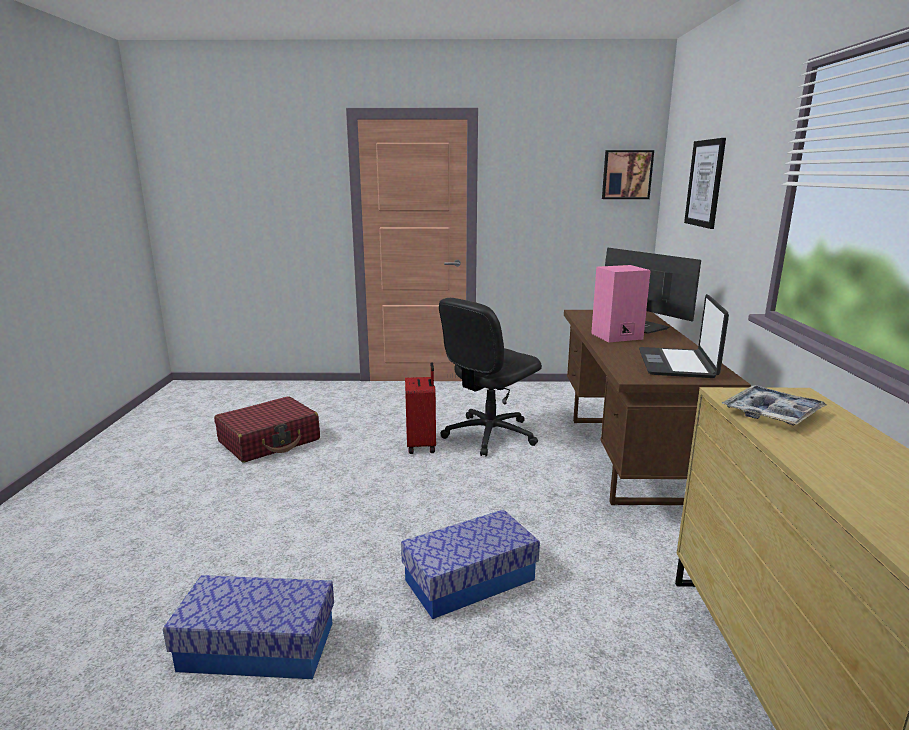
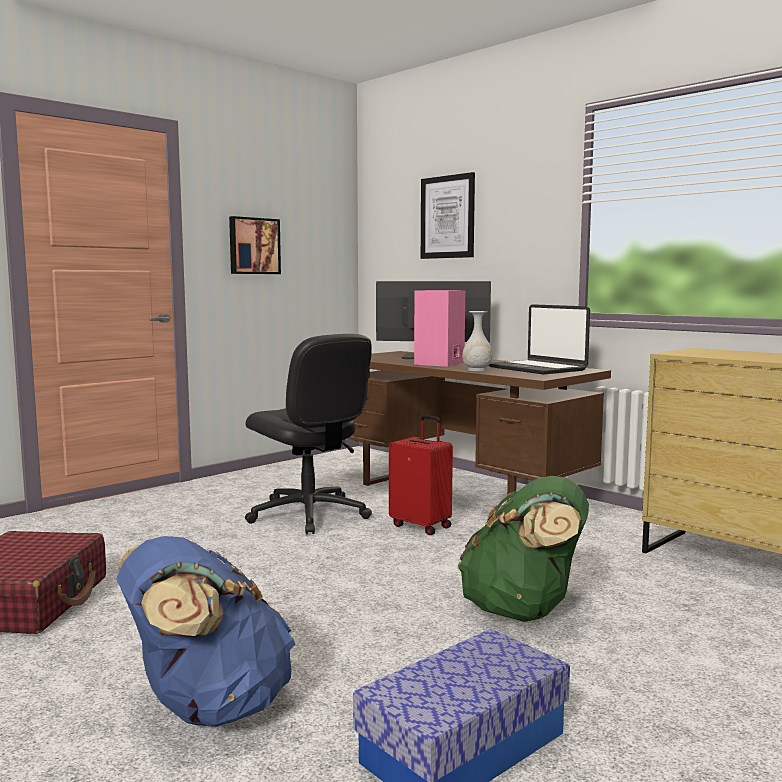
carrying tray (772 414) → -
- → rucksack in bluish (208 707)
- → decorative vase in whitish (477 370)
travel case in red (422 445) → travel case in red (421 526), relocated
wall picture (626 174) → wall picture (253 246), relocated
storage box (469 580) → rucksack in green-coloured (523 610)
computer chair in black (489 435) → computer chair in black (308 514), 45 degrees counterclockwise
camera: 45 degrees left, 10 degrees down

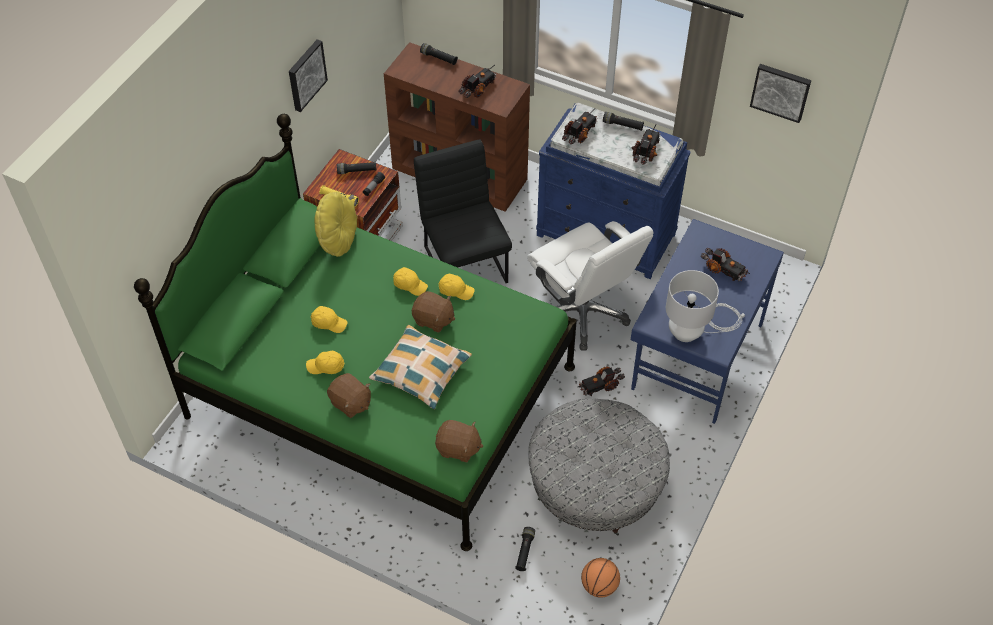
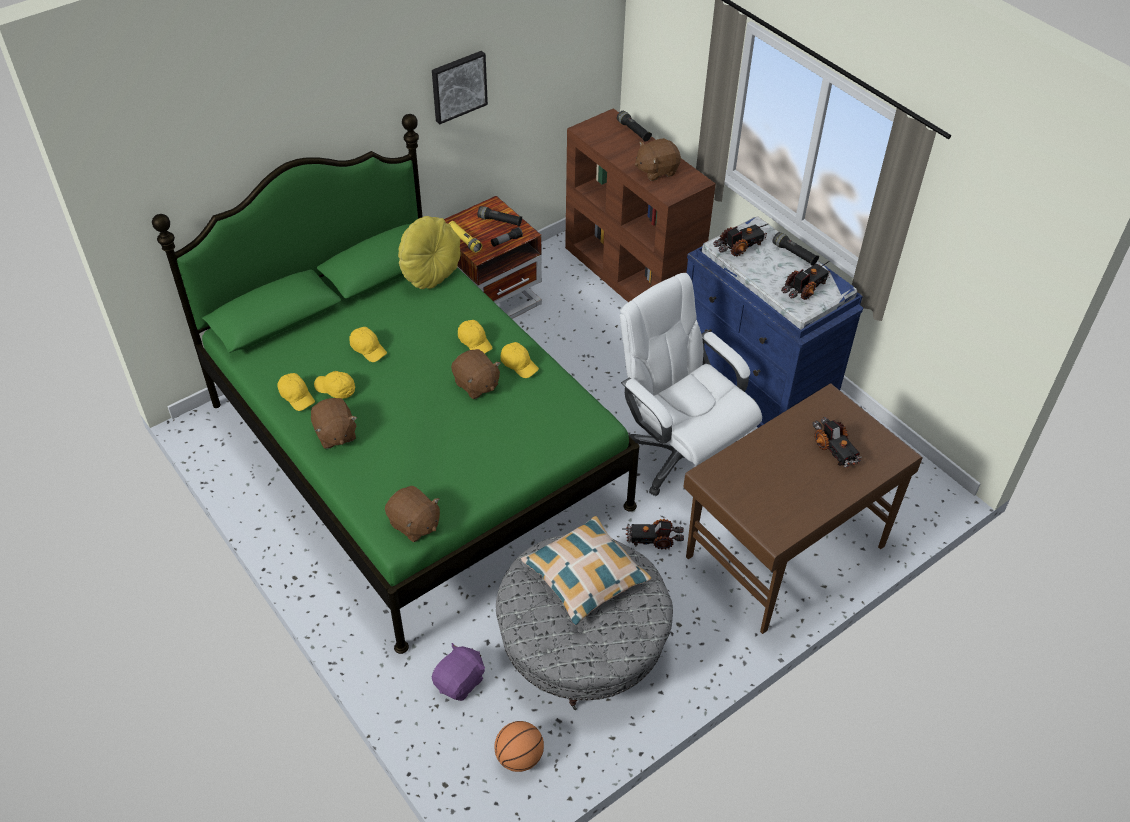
plain chair in black (465 261) → -
tabletop lamp in whitish (700 327) → -
wall picture (781 91) → -
- → peaked cap in yellowish (297 396)
pillow (421 372) → pillow (585 576), relocated
model truck (478 88) → soft toy in brown-coloured (656 170)
torch in black (524 551) → soft toy in purplish (460 682)
desk table in bluish (696 356) → desk table in brown-coloured (783 551)
computer chair in whitish (583 312) → computer chair in whitish (680 456), 150 degrees clockwise
camera: 25 degrees right, 5 degrees down

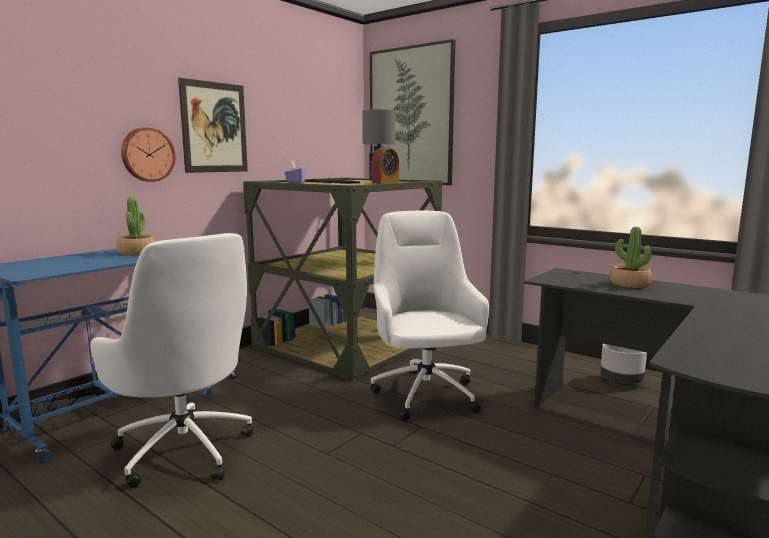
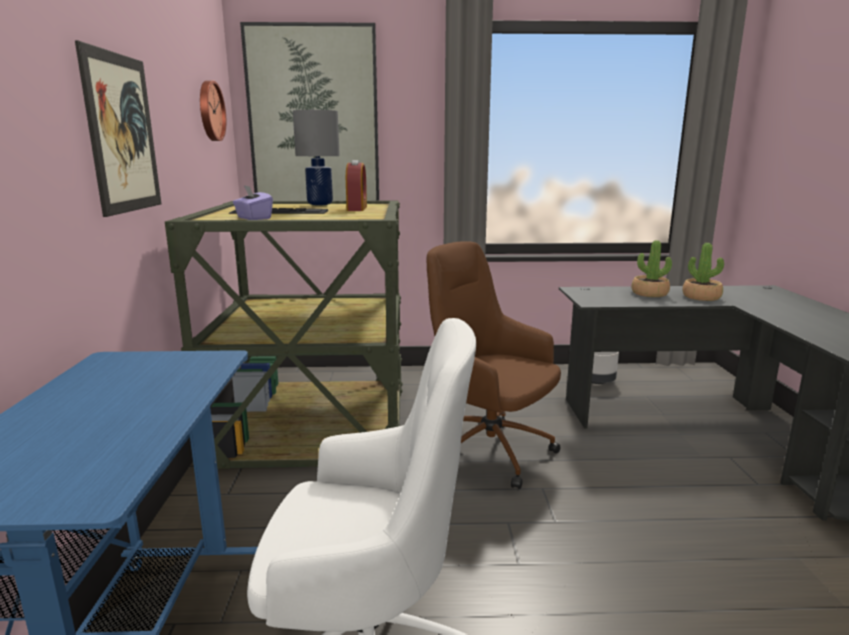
plant in a pot (137 252) → plant in a pot (701 297), relocated
wall clock (147 154) → wall clock (210 111), relocated
computer chair in whitish (425 394) → computer chair in brown-coloured (489 451)
camera: 40 degrees left, 5 degrees up

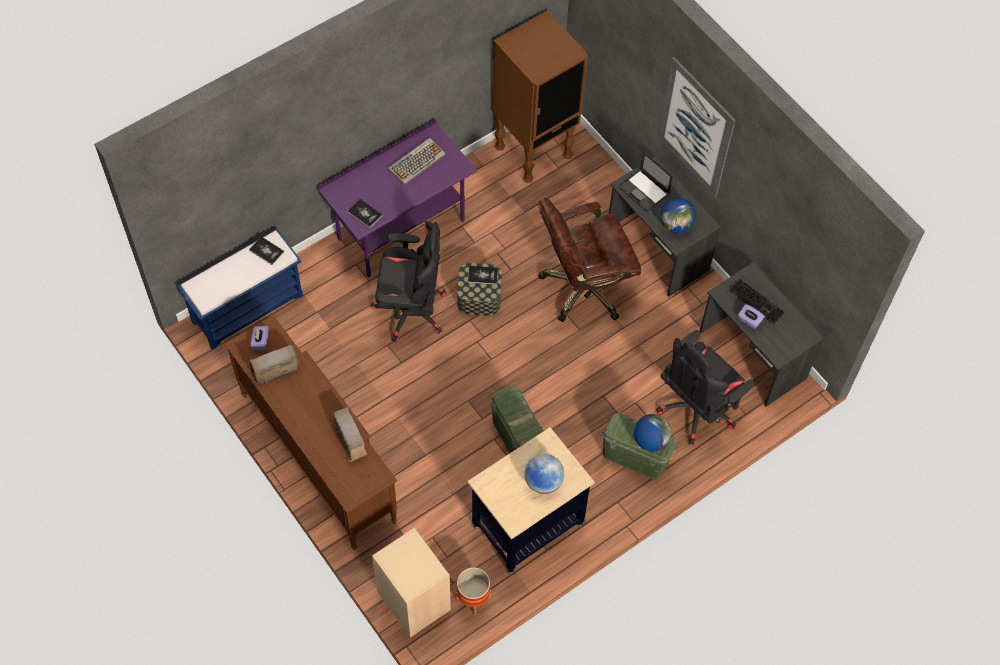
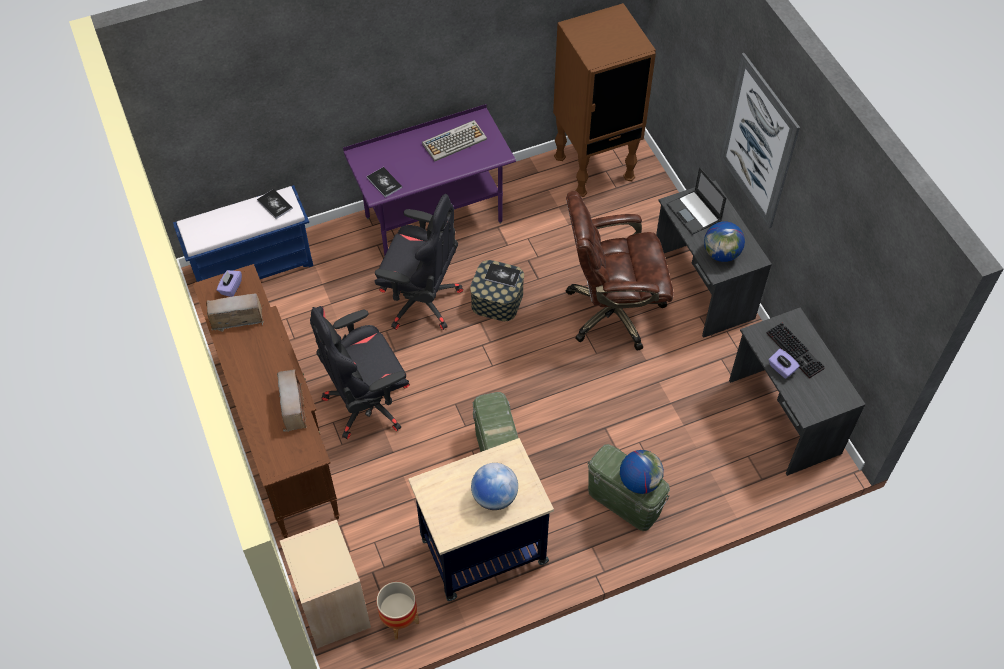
computer chair in black (697 408) → computer chair in black (368 402), relocated
camera: 15 degrees right, 5 degrees down

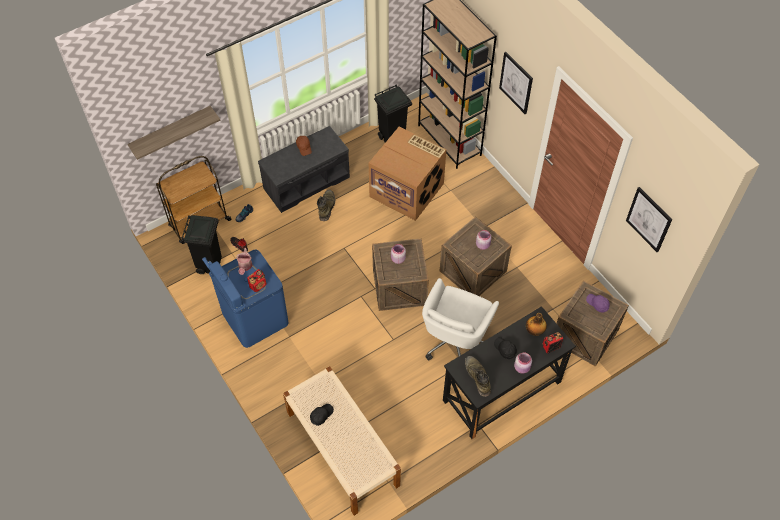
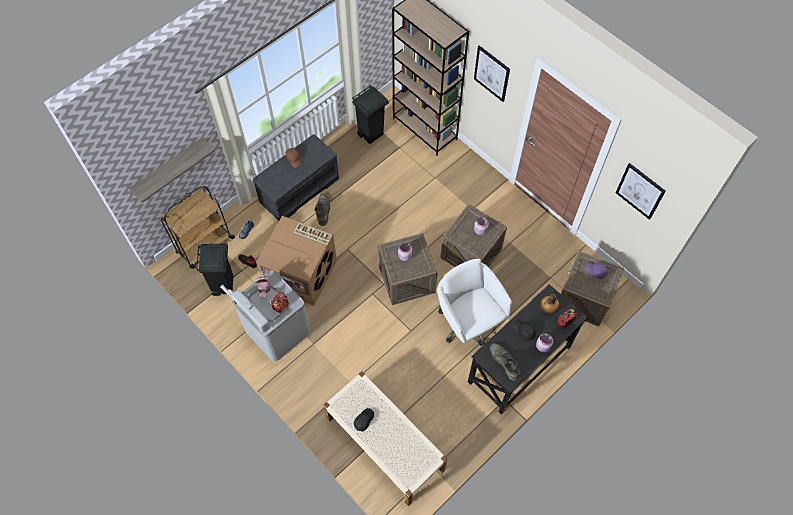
cardboard box (408 190) → cardboard box (302 273), relocated
laundry appliance in bluish (254 318) → laundry appliance in greyish (276 331)
computer chair in whitish (455 342) → computer chair in whitish (468 324), 135 degrees clockwise
camera: 10 degrees left, 5 degrees up

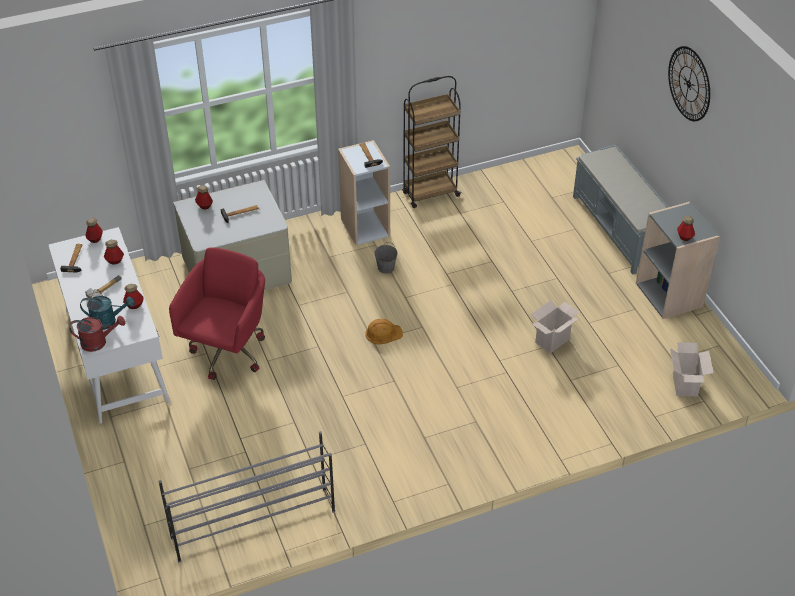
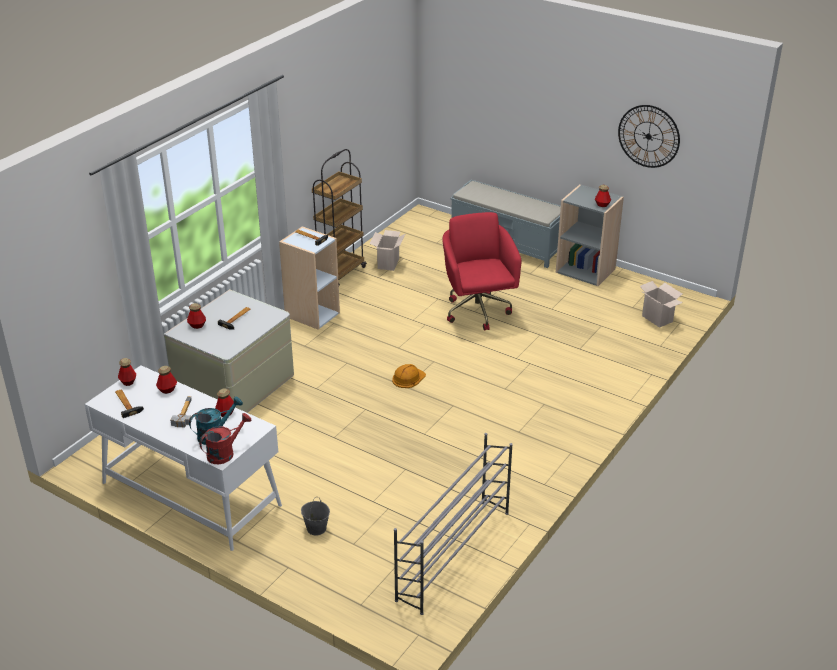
computer chair in red (227 356) → computer chair in red (478 314), relocated
bucket in greyish (385 267) → bucket in greyish (316 528), relocated
cardboard box (552 340) → cardboard box (387 263), relocated
wall clock (689 83) → wall clock (648 136), relocated
camera: 35 degrees left, 10 degrees down

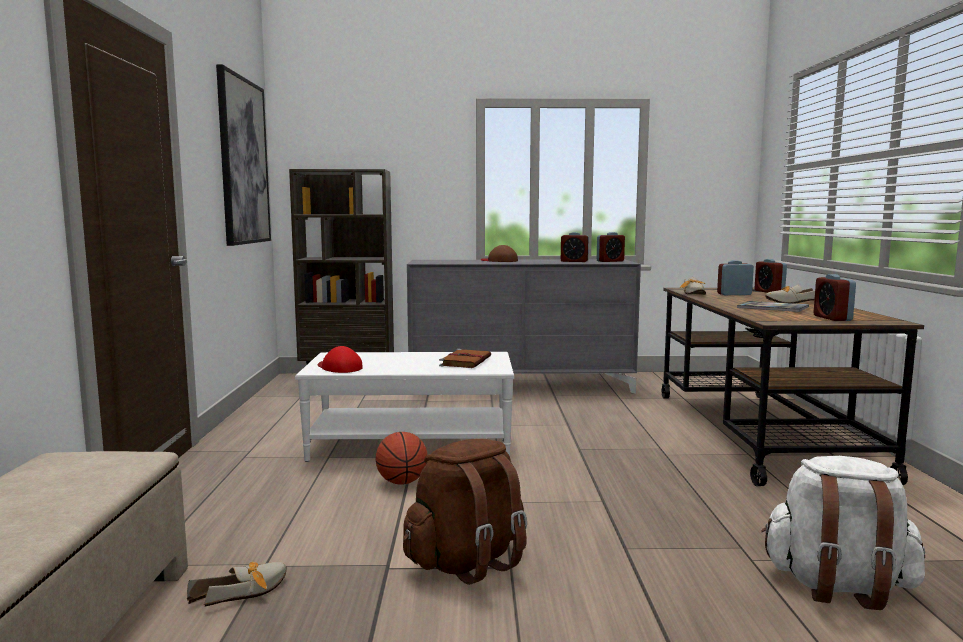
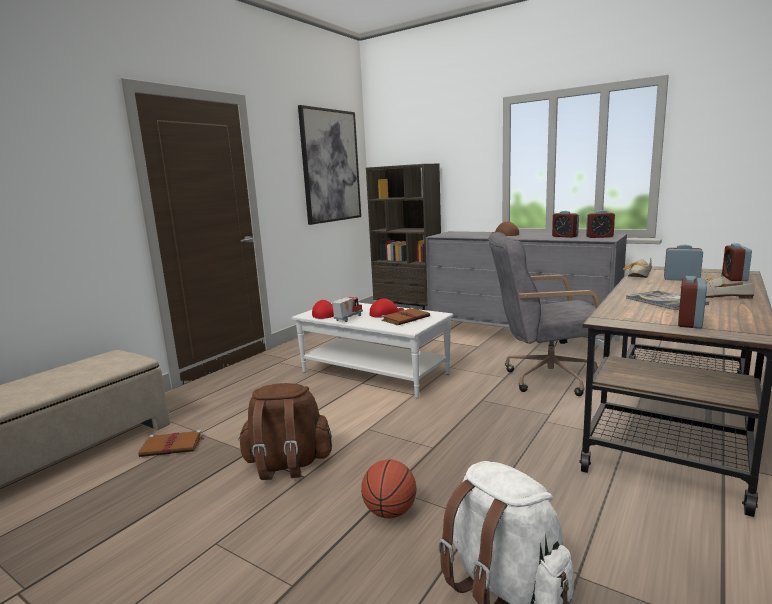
- → model truck (347 318)
- → peaked cap in red (386 313)
- → computer chair in greyish (544 379)
basketball ball (402 482) → basketball ball (390 512), relocated
low shoe (247 592) → bound book in brown-coloured (173 446)
camera: 35 degrees right, 5 degrees up

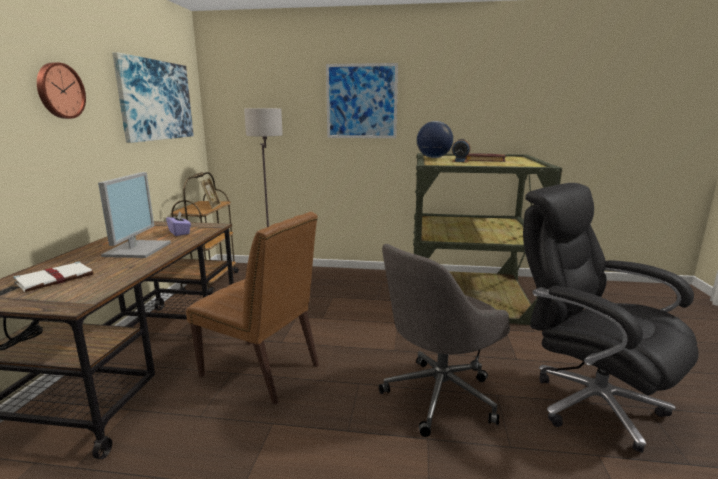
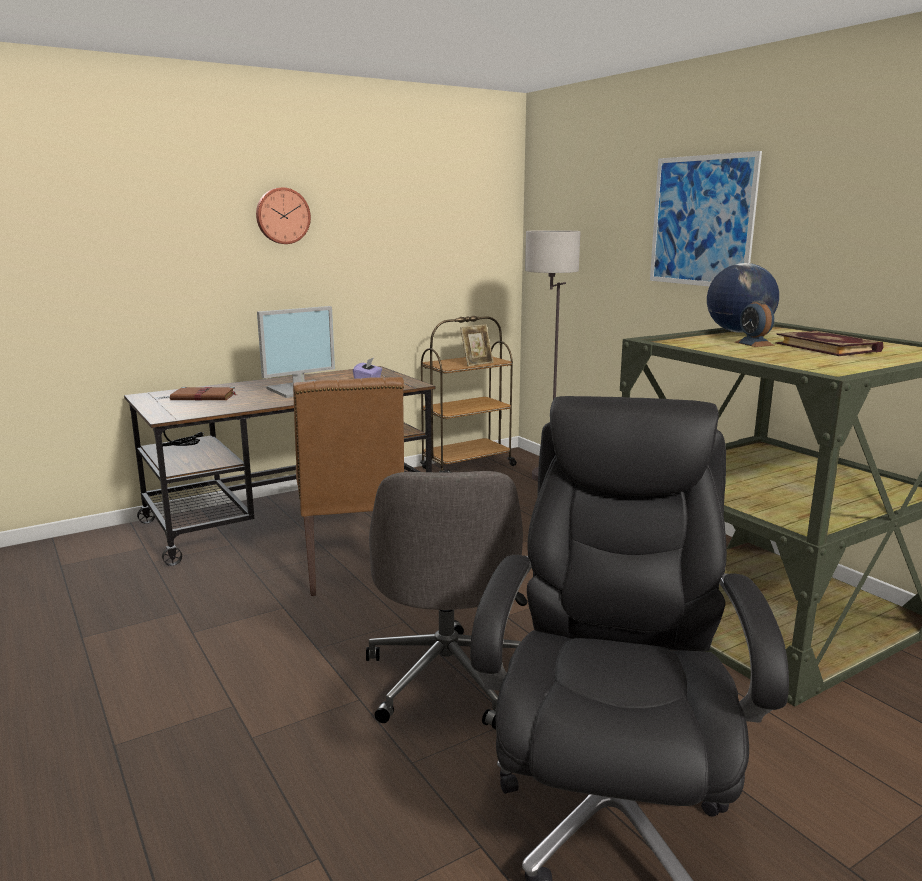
wall picture (156 100) → -
bound book in whitish (56 279) → bound book in brown-coloured (204 397)
computer chair in greyish (439 397) → computer chair in greyish (447 680), 105 degrees counterclockwise
camera: 50 degrees right, 0 degrees up

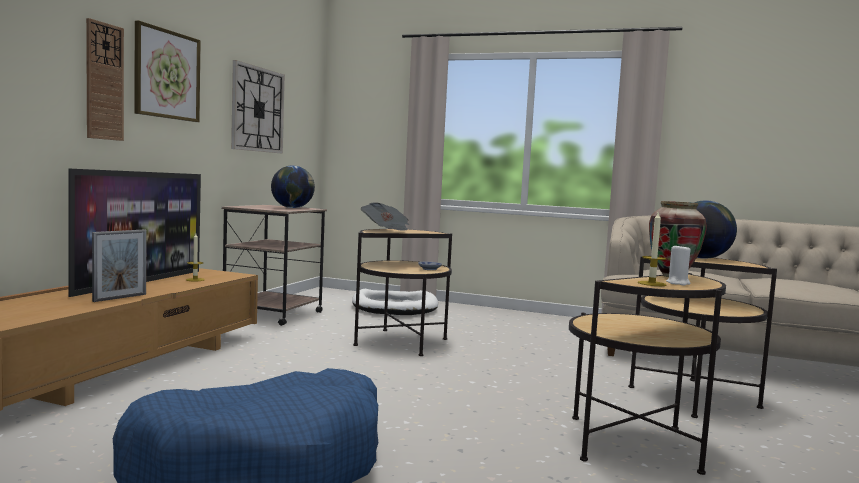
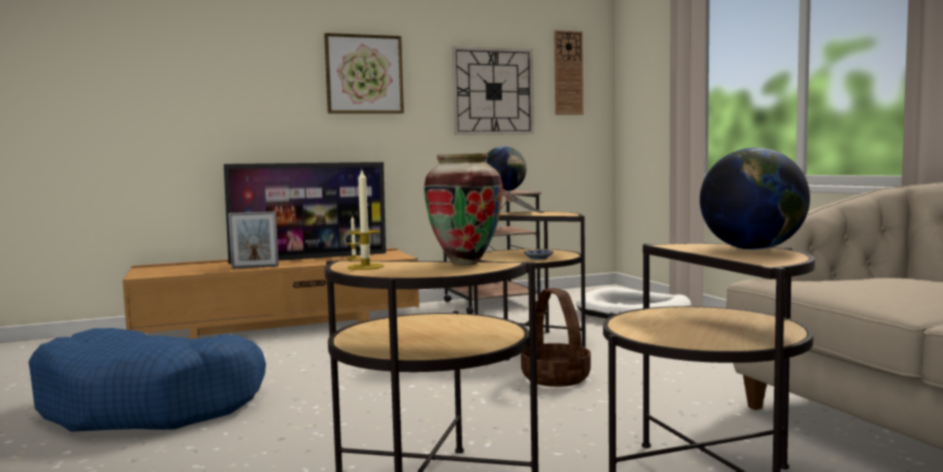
wax candle in whitish (678 283) → -
- → basket (556 378)
wall clock (104 81) → wall clock (568 73), relocated
camera: 50 degrees right, 0 degrees up

